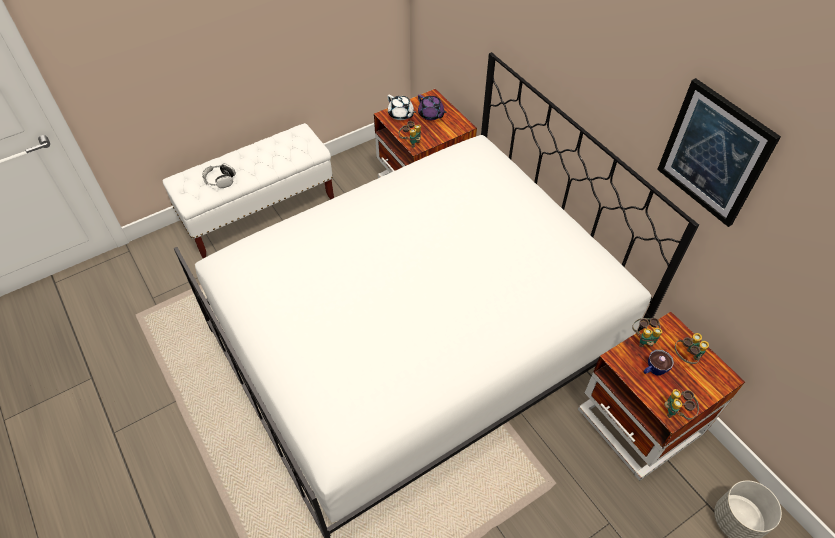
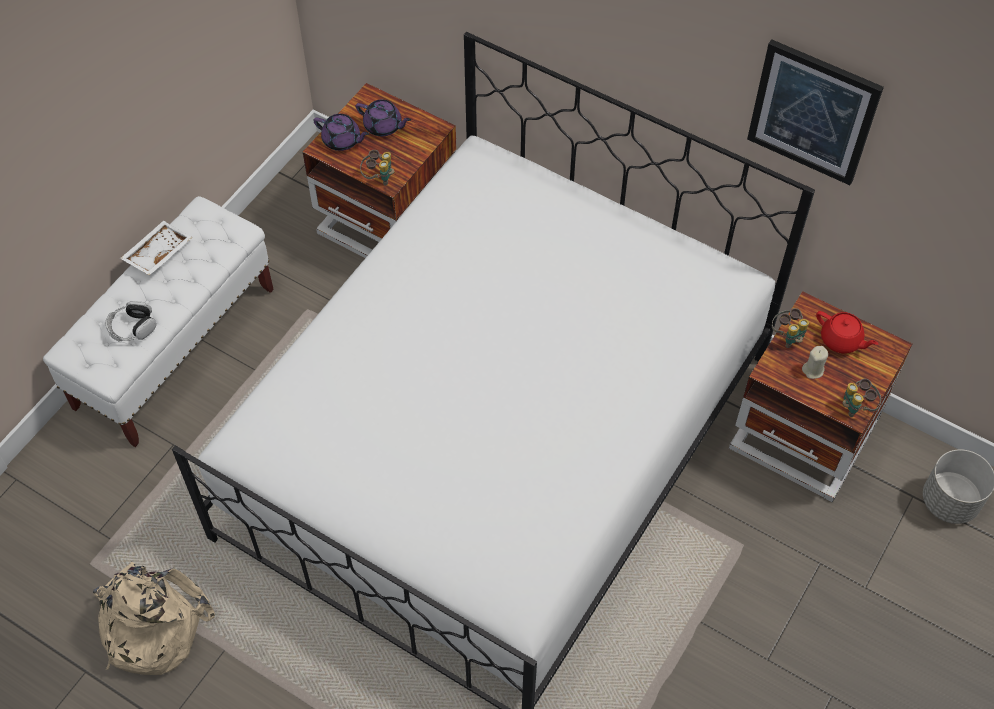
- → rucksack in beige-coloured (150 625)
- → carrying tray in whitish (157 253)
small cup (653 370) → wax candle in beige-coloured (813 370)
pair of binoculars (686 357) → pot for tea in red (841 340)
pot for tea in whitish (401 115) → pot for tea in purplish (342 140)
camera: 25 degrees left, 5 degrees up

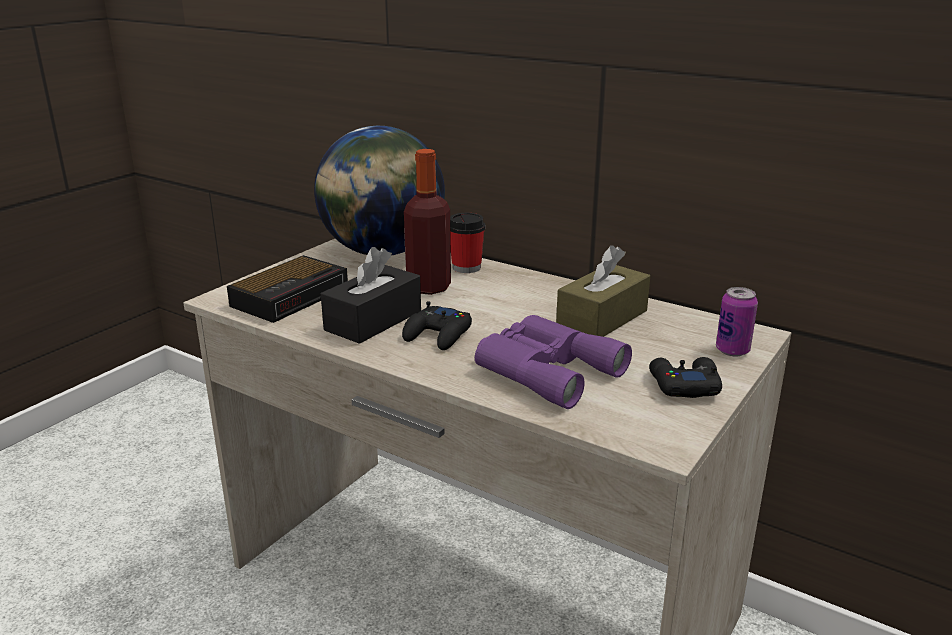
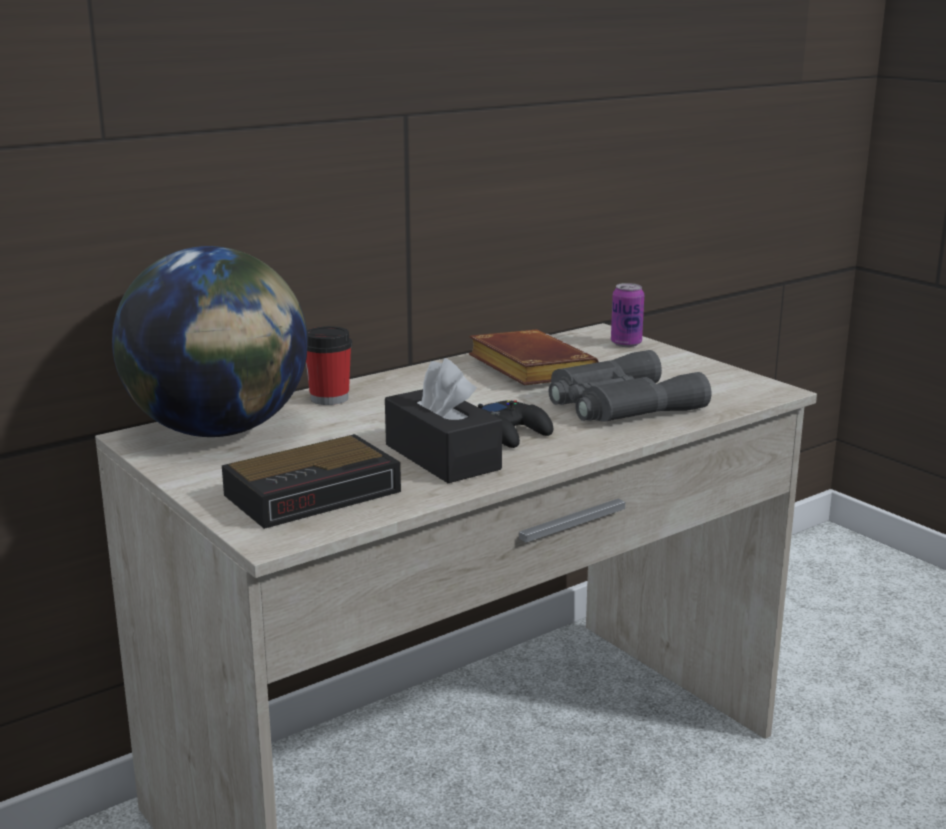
beverage bottle (428 287) → -
gamepad in black (683 385) → -
box of tissues in brown-coloured (602 318) → bound book in brown-coloured (526 369)
pair of binoculars in purplish (544 369) → pair of binoculars in greyish (618 404)
alarm clock (292 296) → alarm clock (316 492), 90 degrees clockwise
camera: 70 degrees left, 5 degrees down

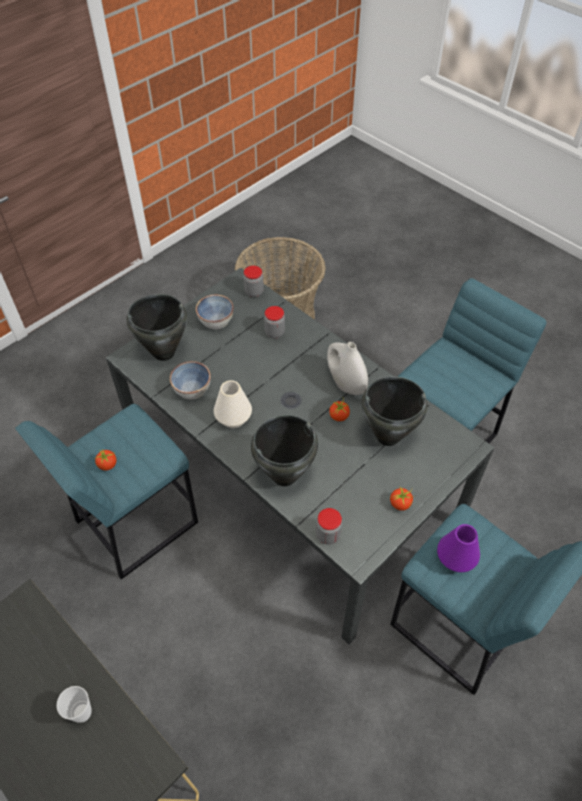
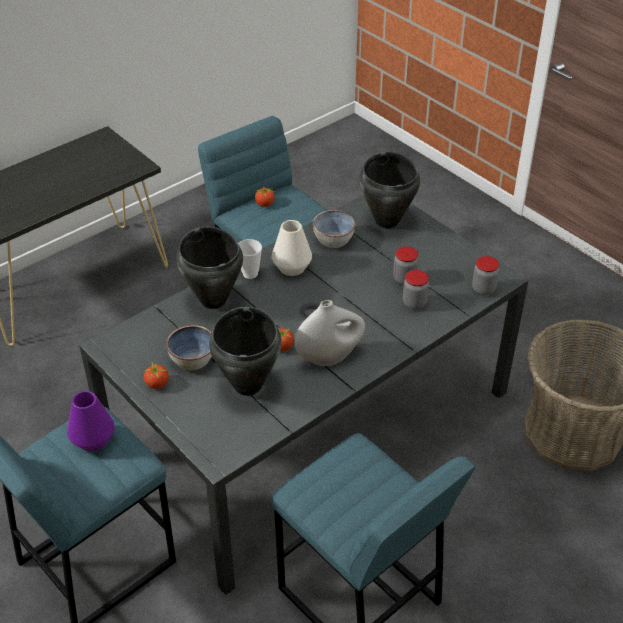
small cup (82 713) → small cup (250 274), relocated
serving bowl (216 321) → serving bowl (193 359), relocated
jar (328 535) → jar (404 279), relocated
camera: 95 degrees right, 10 degrees down

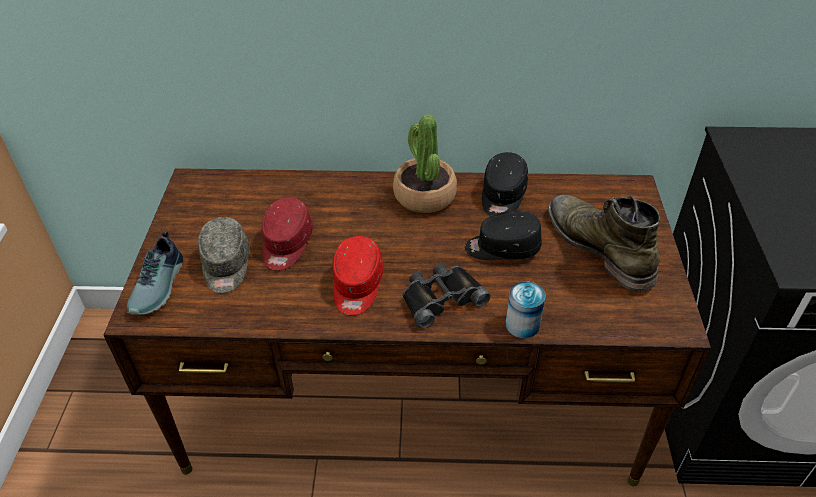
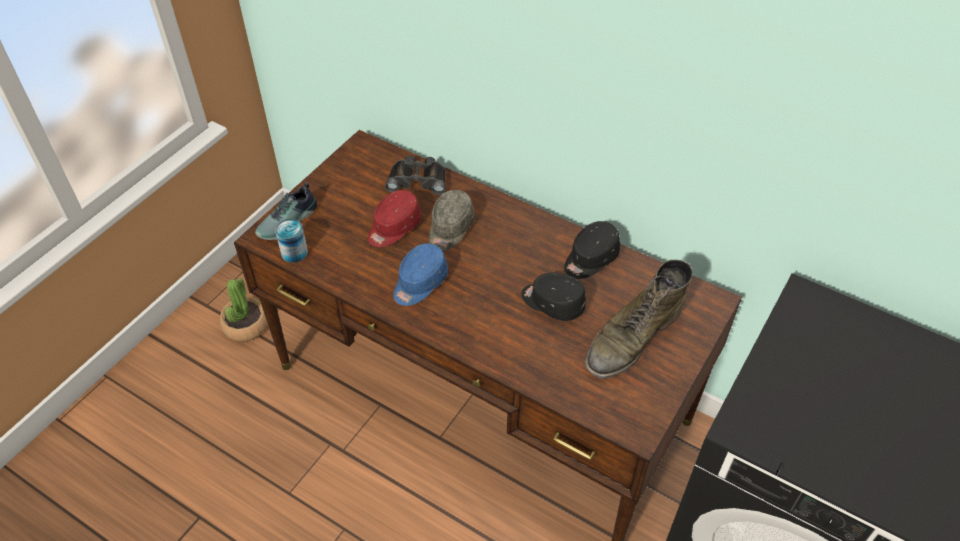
peaked cap in greyish (226 265) → peaked cap in greyish (450 229), relocated
plant in a pot (424 195) → plant in a pot (246 325), relocated
pair of binoculars in black (441 298) → pair of binoculars in black (417 179), relocated
sealed can (522 324) → sealed can (294 252), relocated
peaked cap in red (357 286) → peaked cap in bluish (419 283)
boot in green-coloured (598 247) → boot in green-coloured (632 338), 135 degrees counterclockwise
camera: 30 degrees right, 5 degrees up

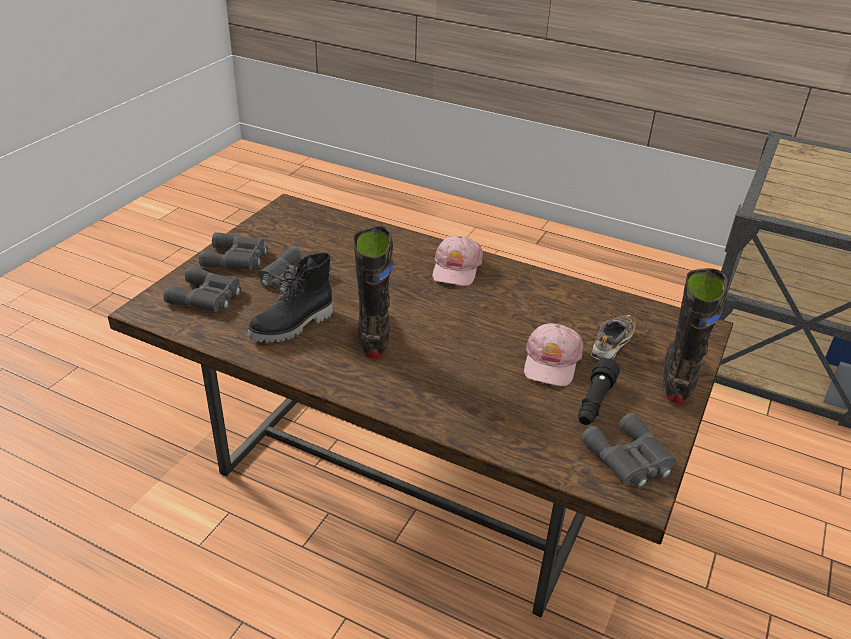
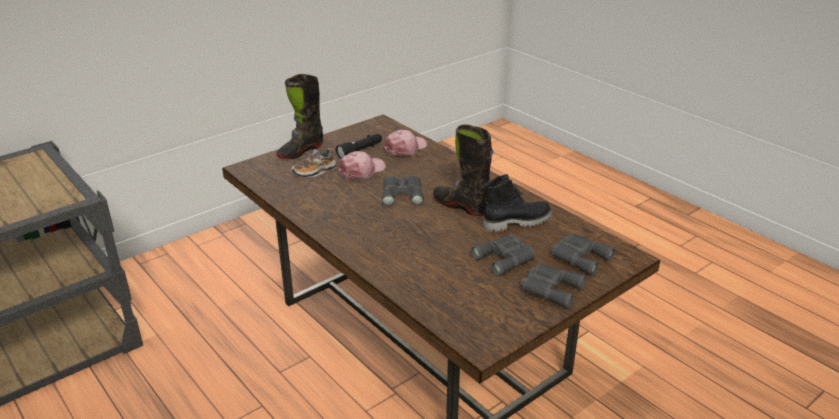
peaked cap in pinkish (456 268) → peaked cap in pinkish (405 148), relocated
pair of binoculars in greyish (630 459) → pair of binoculars in greyish (402 194), relocated
boot in black (374 334) → boot in black (461 206), 105 degrees clockwise
camera: 155 degrees left, 5 degrees down

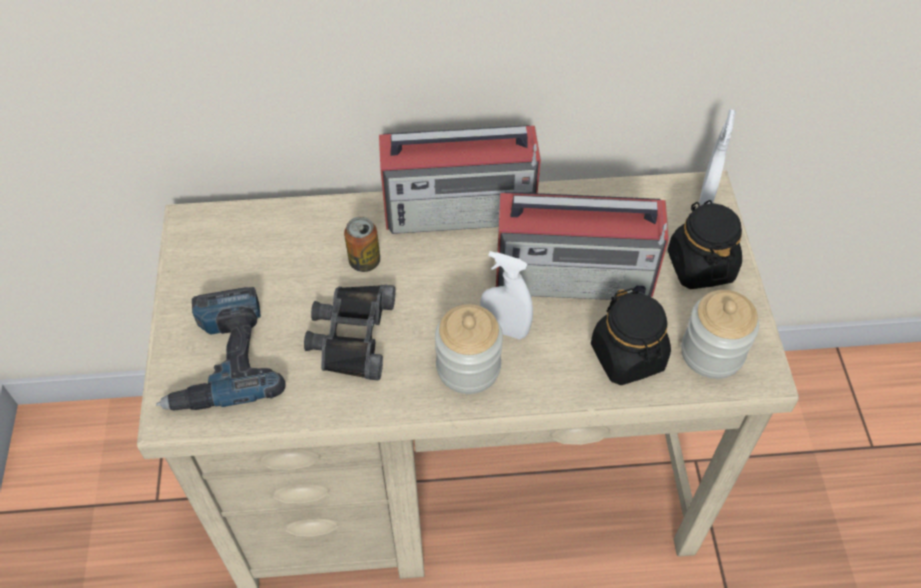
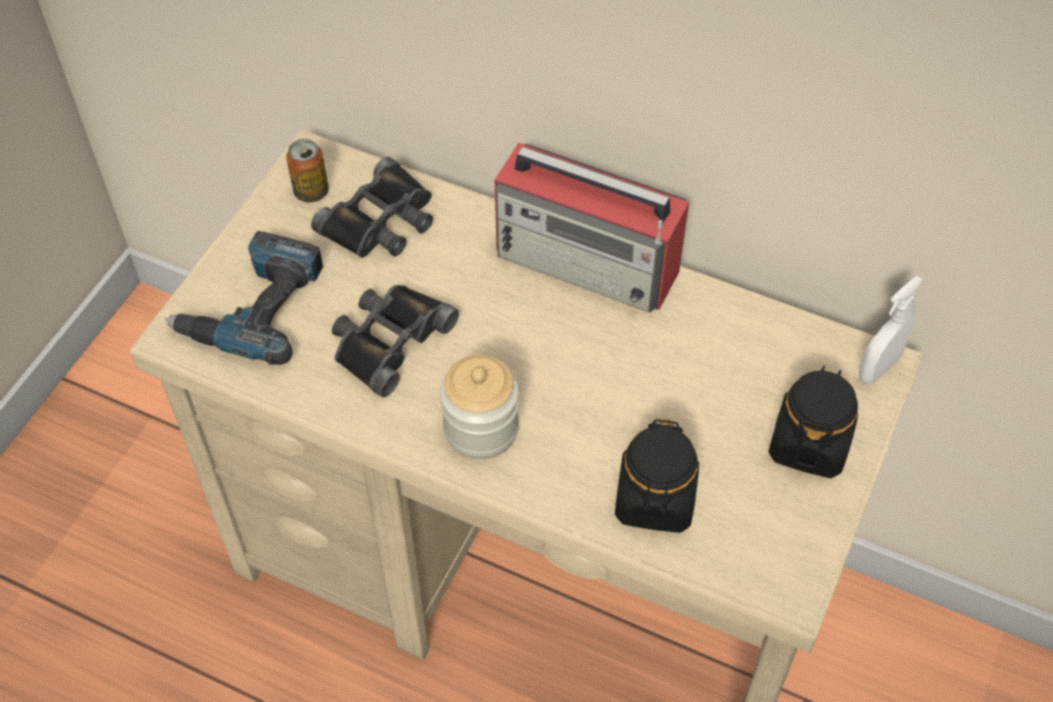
hand sprayer in whitish (504 329) → -
radio (576 275) → -
jar (712 352) → -
- → pair of binoculars in black (381 221)
sealed can (364 261) → sealed can (311 192), relocated
camera: 30 degrees right, 0 degrees up

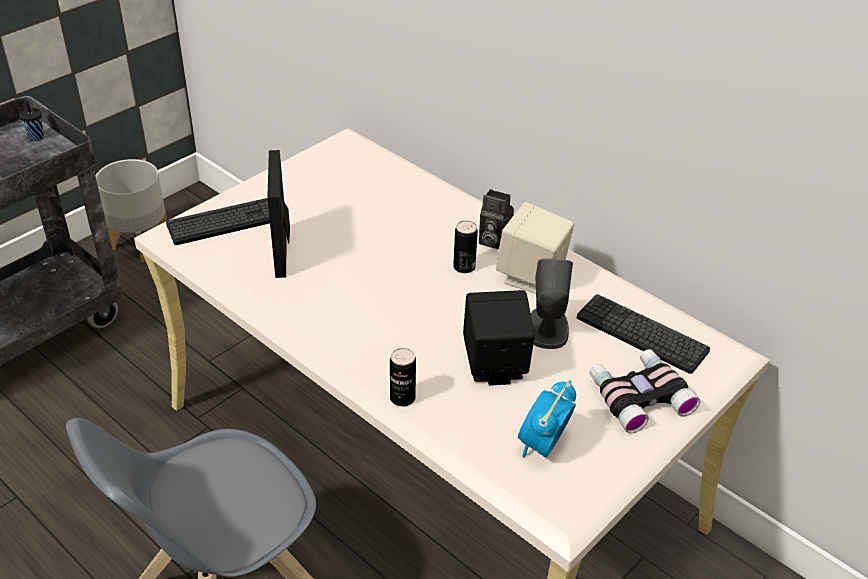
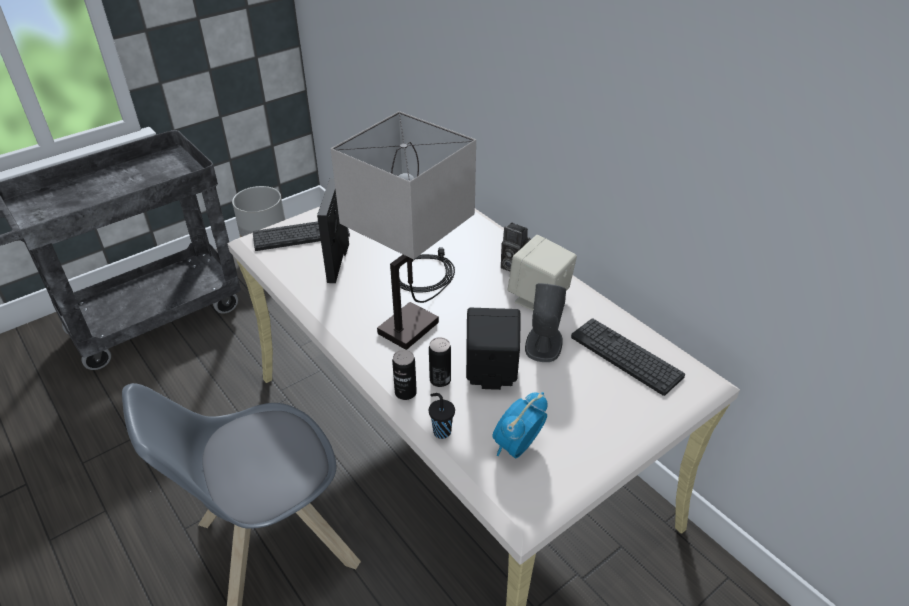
pair of binoculars (638 396) → -
- → tabletop lamp (418 304)
small cup in black (36 137) → small cup in black (441 431), relocated
sealed can (464 267) → sealed can (440 380), relocated
camera: 10 degrees right, 0 degrees up

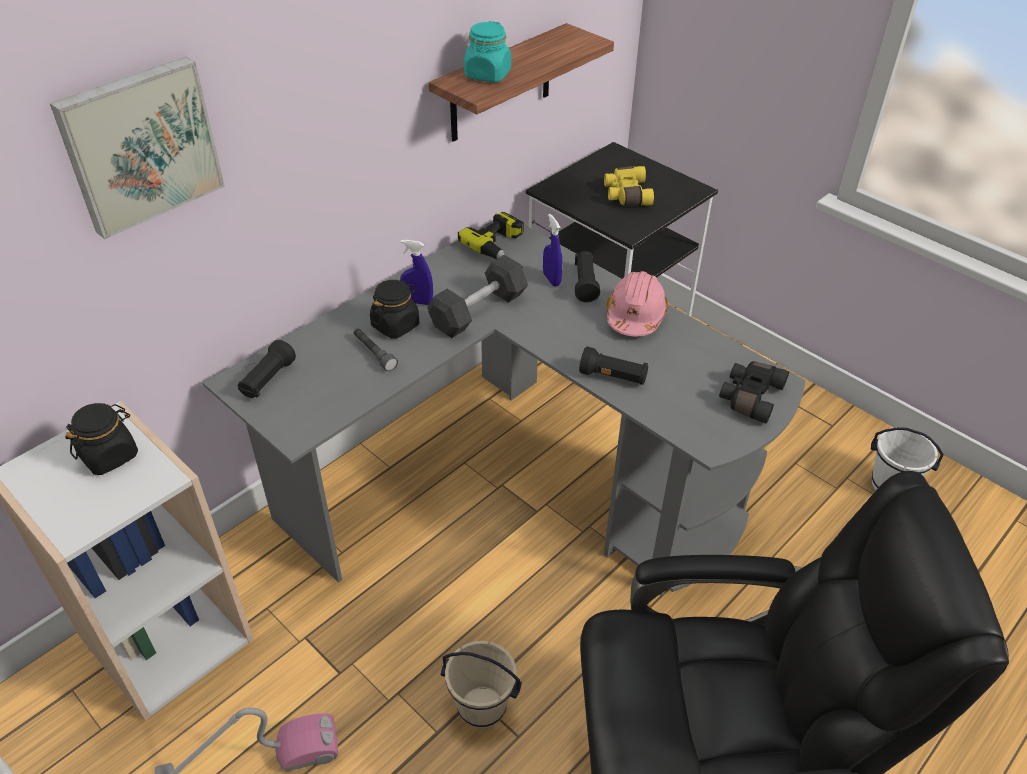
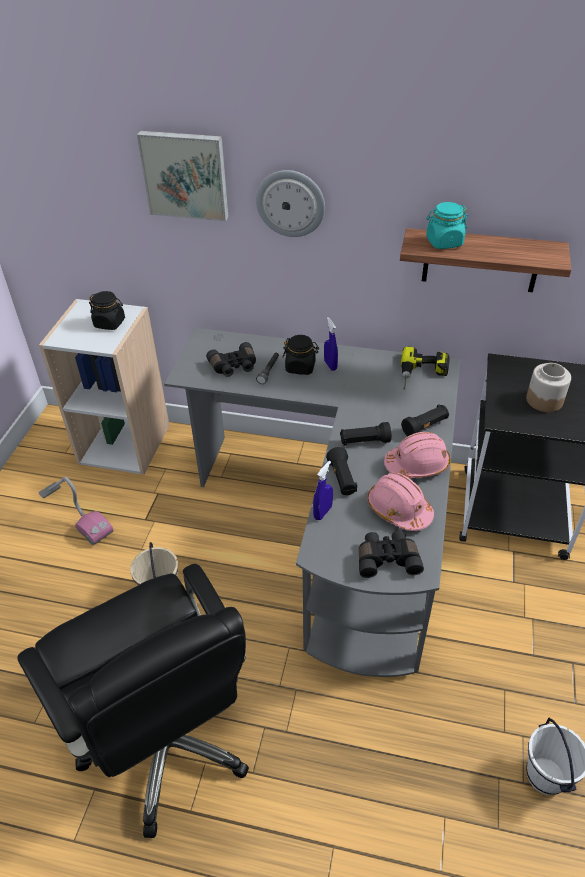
hand weight in greyish (478 311) → -
- → pair of binoculars in black (234 367)
- → wall clock (290 203)
- → safety helmet in pinkish (398 509)
torch in black (267 380) → torch in black (364 441), relocated
hand sprayer in bluish (551 279) → hand sprayer in bluish (322 512), relocated
pair of binoculars in yellowish (626 194) → jar (544 400)
camera: 60 degrees right, 0 degrees up

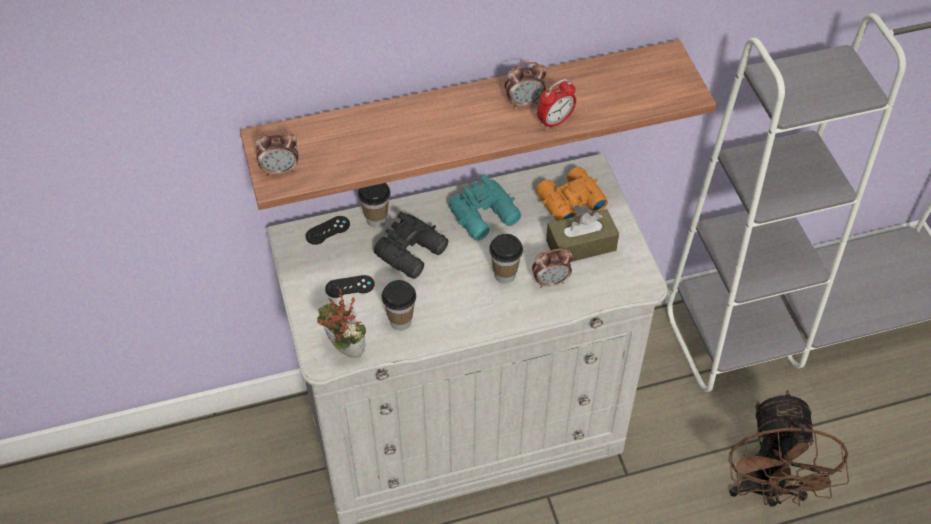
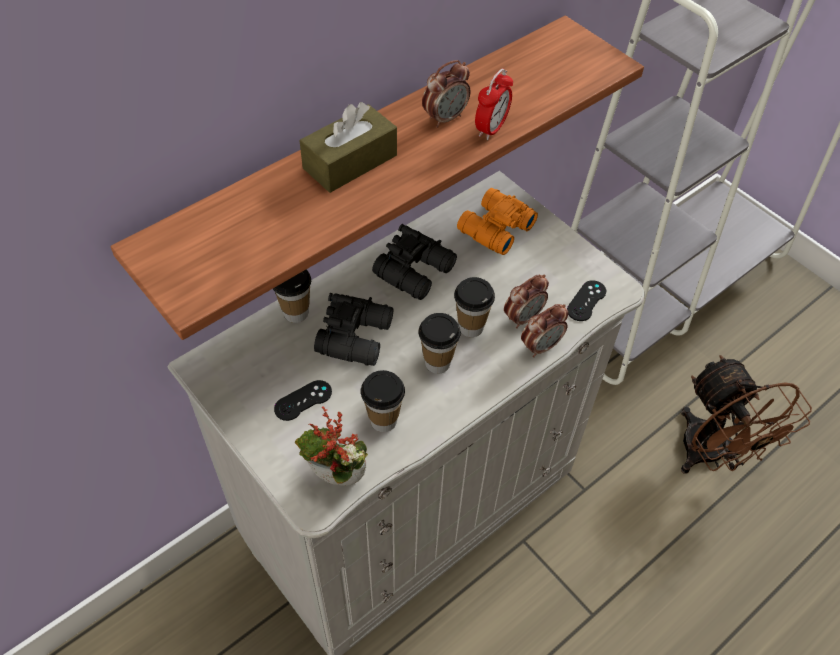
- → small cup (437 363)
alarm clock (280 170) → alarm clock (541 346), relocated
gamepad in black (327 230) → gamepad in black (586 301), relocated
box of tissues in brown-coloured (581 245) → box of tissues in brown-coloured (350 162), relocated
pair of binoculars in turquoise-coloured (486 217) → pair of binoculars in black (417 271)
camera: 25 degrees left, 0 degrees up

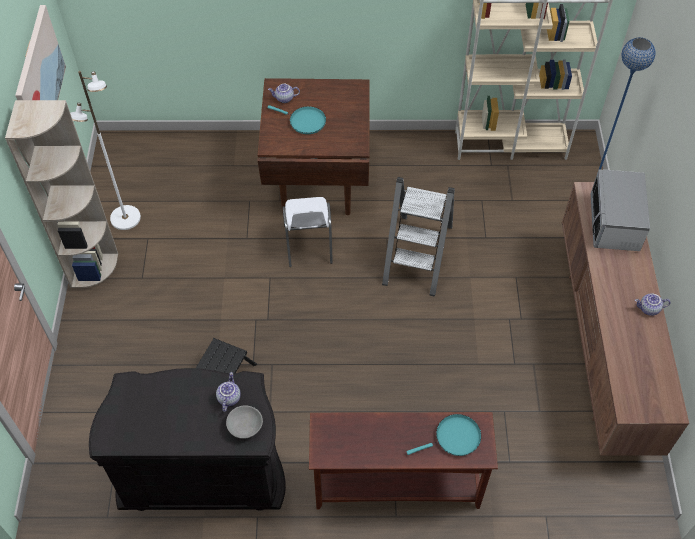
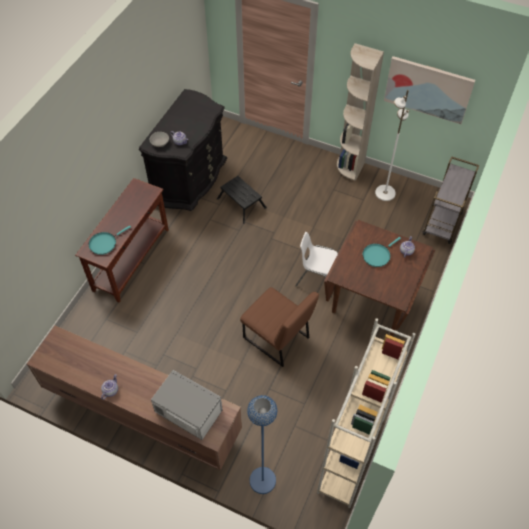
- → cart in greyish (441 225)
step ladder in greyish (418 254) → plain chair in brown-coloured (277 339)
frying pan in turquoise-coloured (454 438) → frying pan in turquoise-coloured (104 243), 45 degrees clockwise
camera: 115 degrees right, 0 degrees up

